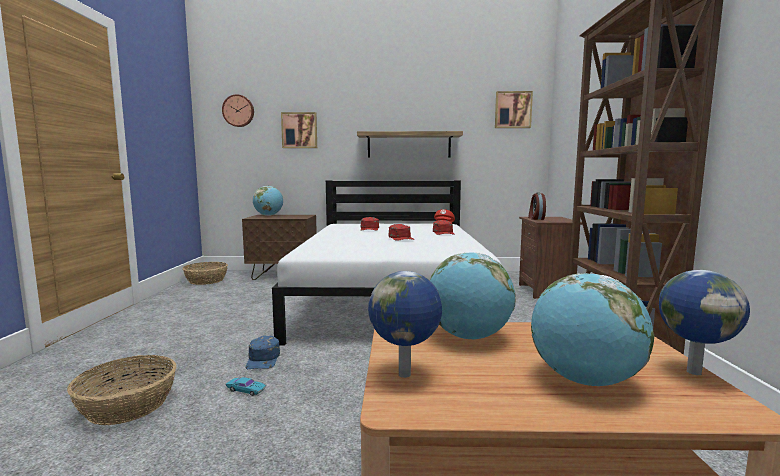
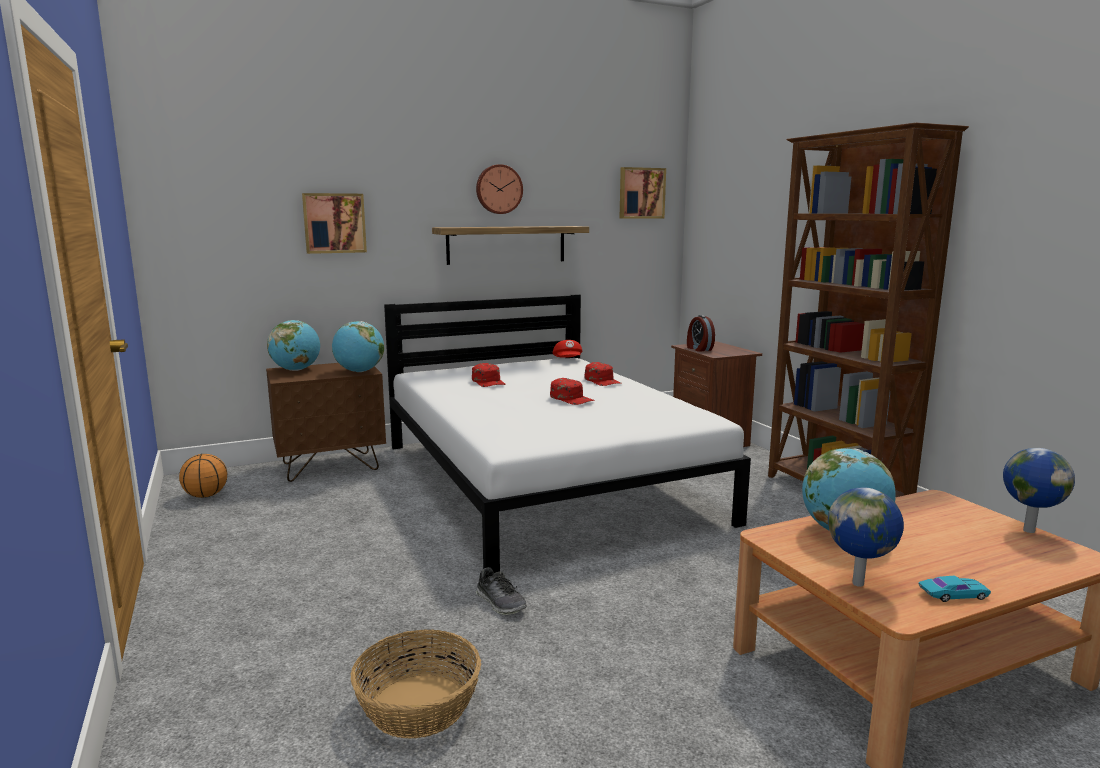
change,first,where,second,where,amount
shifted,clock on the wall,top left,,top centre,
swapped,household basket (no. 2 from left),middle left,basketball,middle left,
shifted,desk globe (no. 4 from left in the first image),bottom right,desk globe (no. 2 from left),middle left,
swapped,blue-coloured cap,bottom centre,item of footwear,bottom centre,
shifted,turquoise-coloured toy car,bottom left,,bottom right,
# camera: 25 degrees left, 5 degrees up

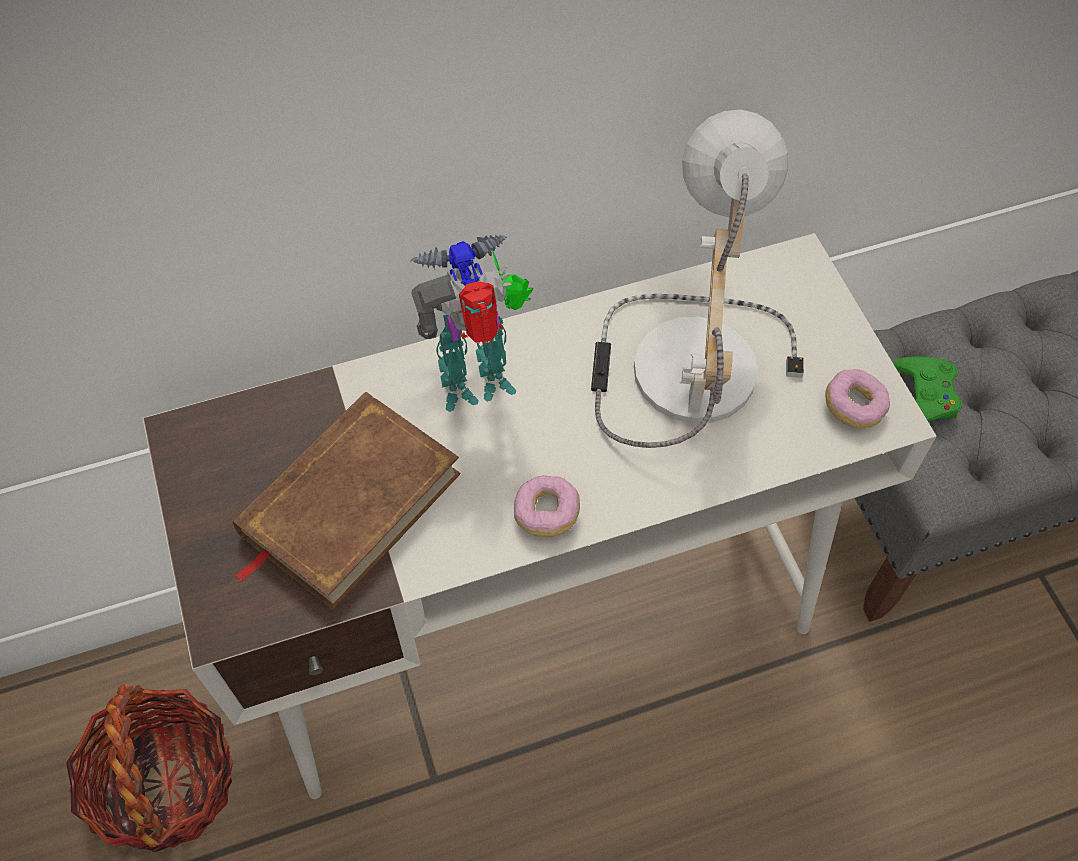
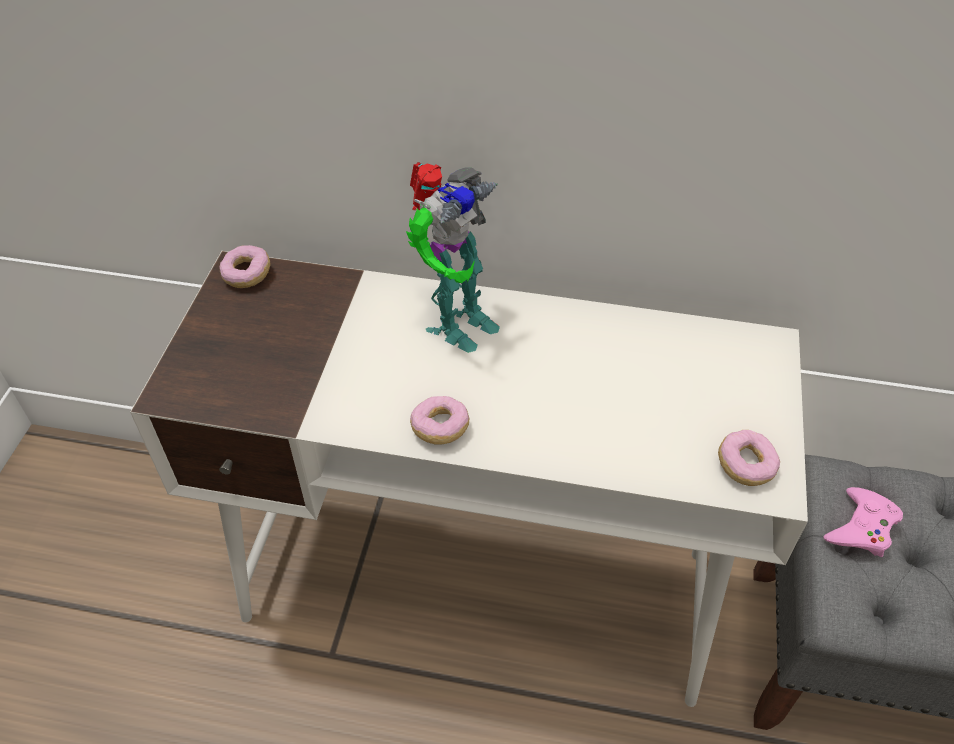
change,first,where,second,where,amount
gone,lamp for a table,top centre,,,
rotated,model robot,centre,,centre,120 degrees clockwise
repainted,green-coloured game controller,middle right,pink-coloured game controller,bottom right,
gone,brownish volume,middle left,,,
gone,household basket,bottom left,,,
new,,,ring doughnut (no. 1 from left),middle left,
# camera: 30 degrees right, 10 degrees down

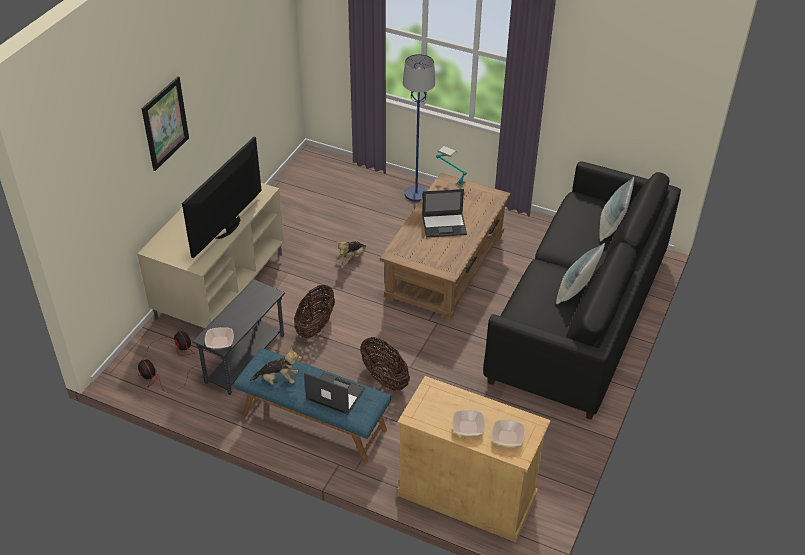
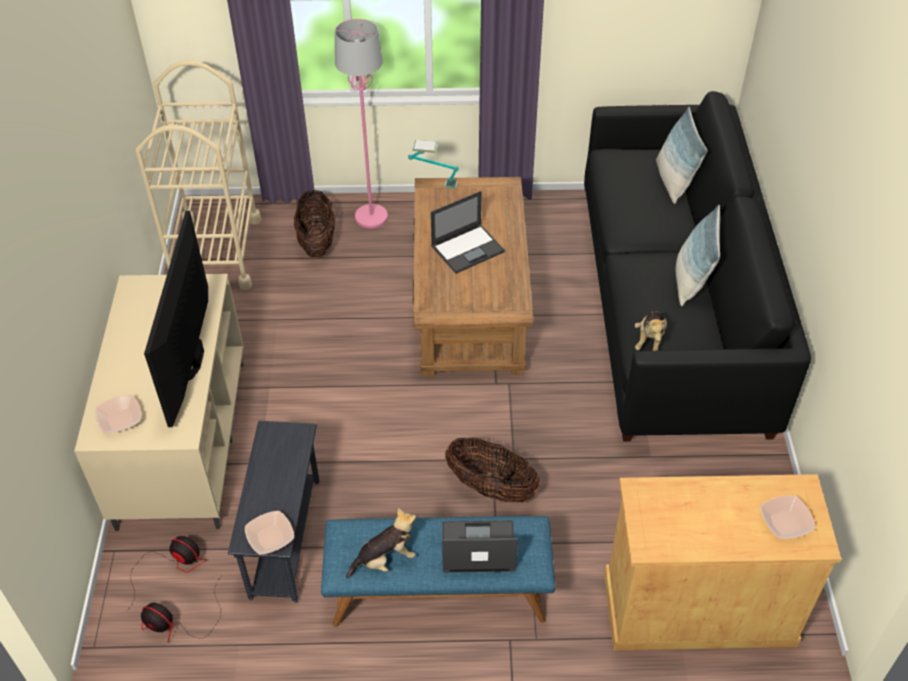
change,first,where,second,where,amount
repainted,blue-coloured floor lamp,top centre,pink-coloured floor lamp,top centre,
gone,wall art,top left,,,
shifted,soft toy (no. 2 from left),centre,,middle right,
shifted,household basket (no. 1 from left),centre,,top centre,
shifted,deep dish (no. 2 from left in the first image),bottom centre,deep dish (no. 1 from left),middle left,
new,,,beige-coloured trolley,top left,
# camera: 25 degrees left, 5 degrees up

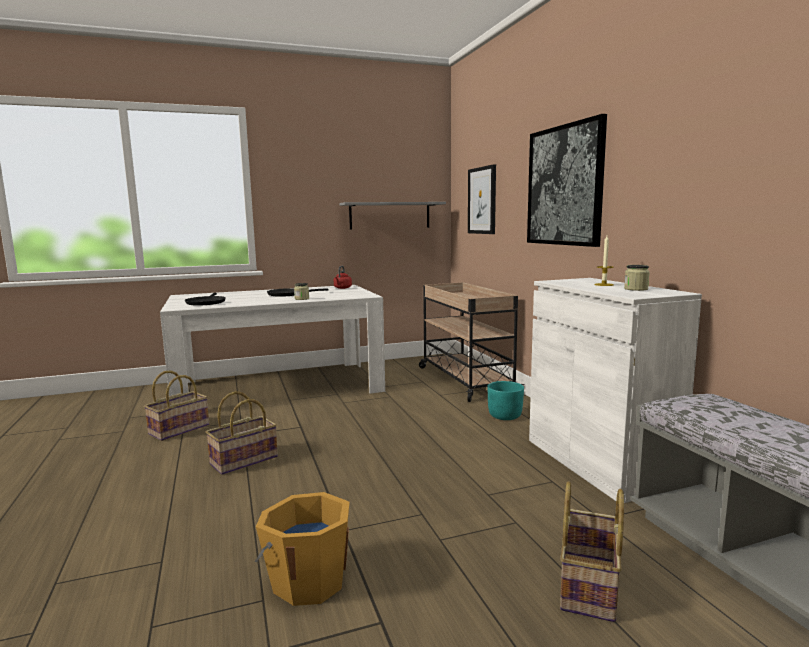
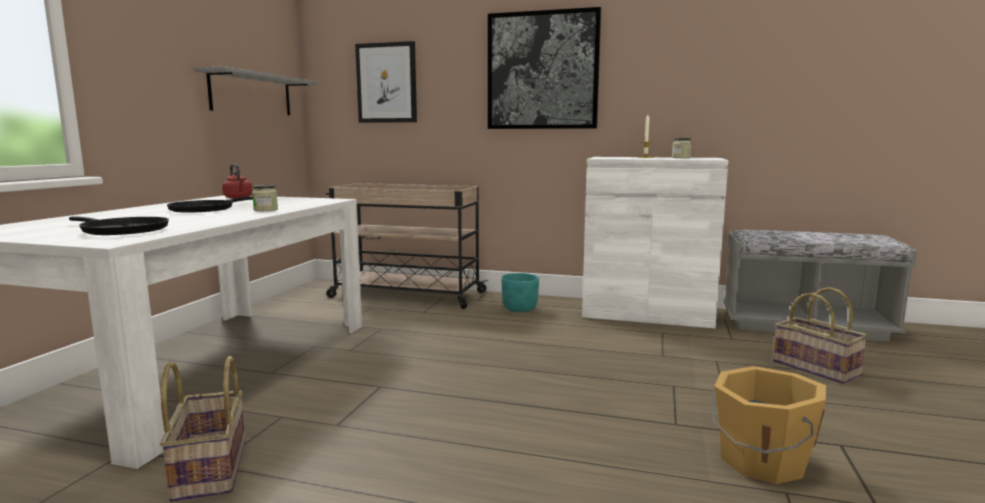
change,first,where,second,where,amount
gone,household basket (no. 2 from left),bottom left,,,
# camera: 55 degrees left, 0 degrees up

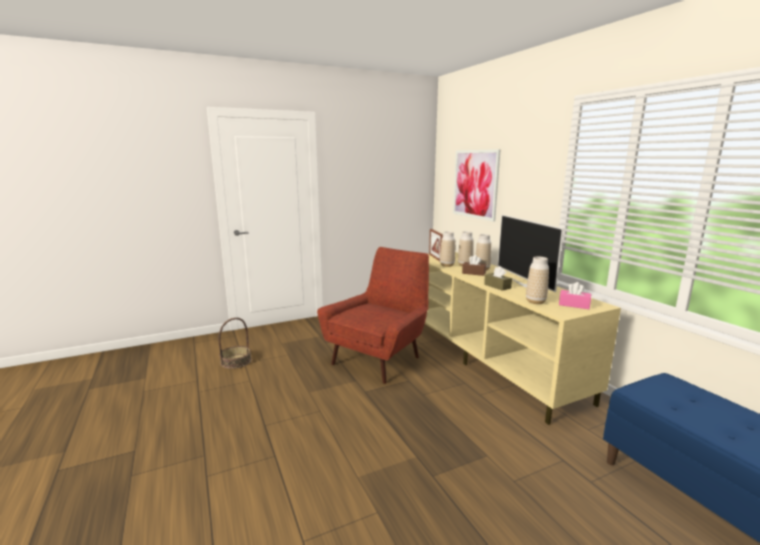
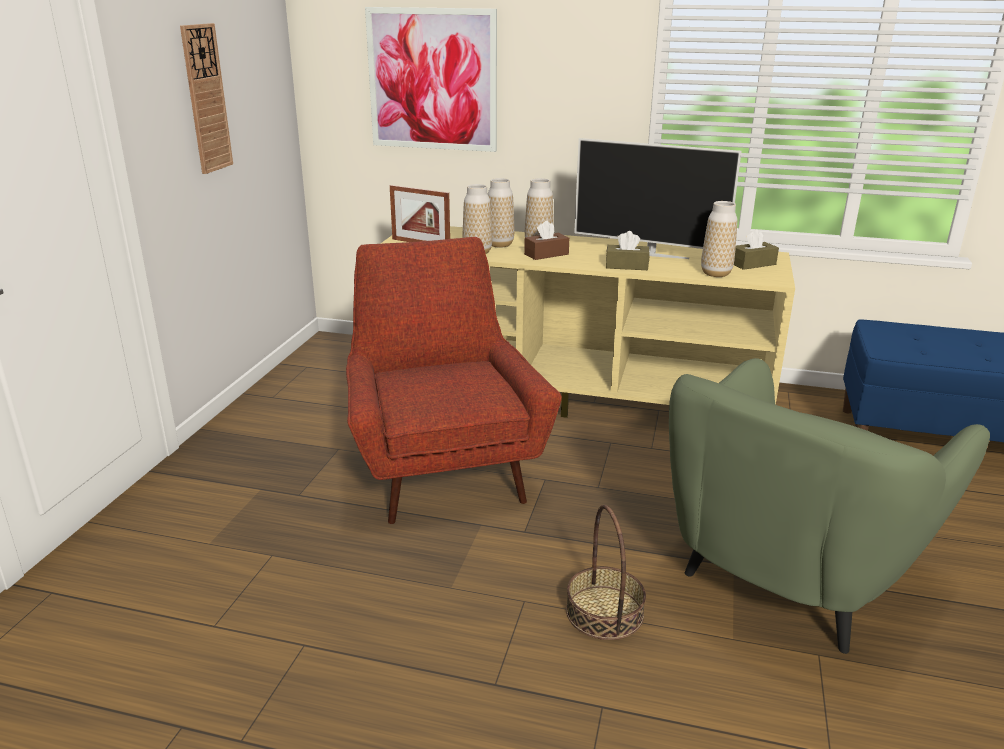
change,first,where,second,where,amount
repainted,pink-coloured tissue holder,middle right,brownish tissue holder (no. 3 from left),top right,
shifted,household basket,middle left,,bottom centre,
new,,,clock on the wall,top left,
new,,,green-coloured lounge chair,bottom right,
# camera: 50 degrees left, 10 degrees up

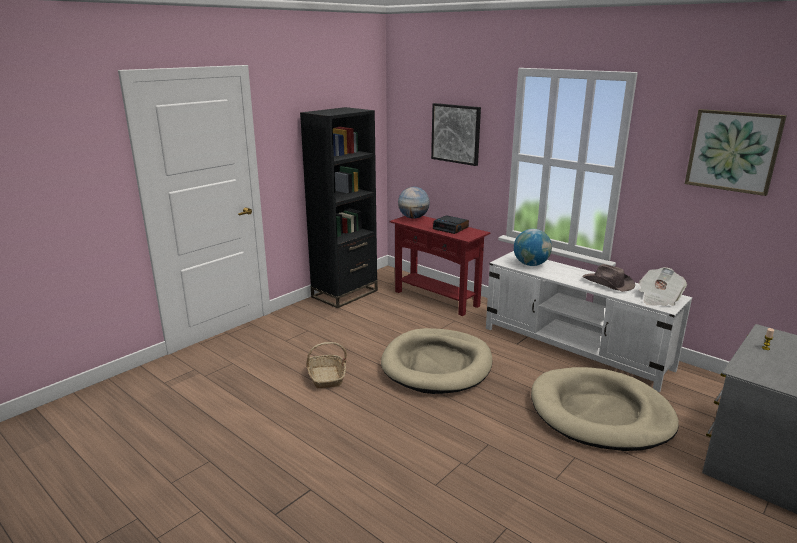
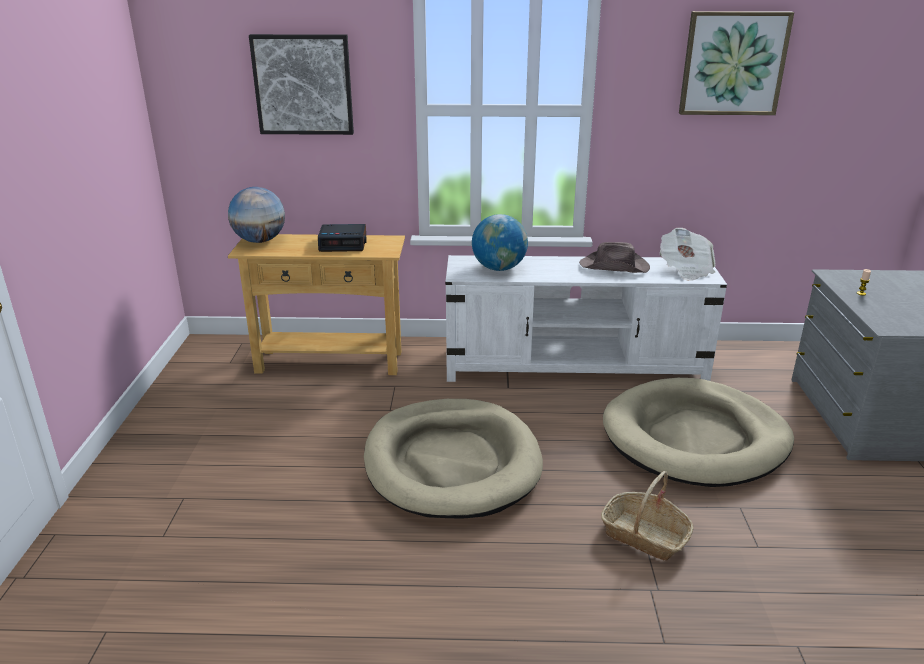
change,first,where,second,where,amount
gone,black-coloured bookshelf,centre,,,
repainted,reddish console table,centre,beige-coloured console table,centre,
shifted,household basket,bottom centre,,bottom right,
# camera: 40 degrees left, 5 degrees up

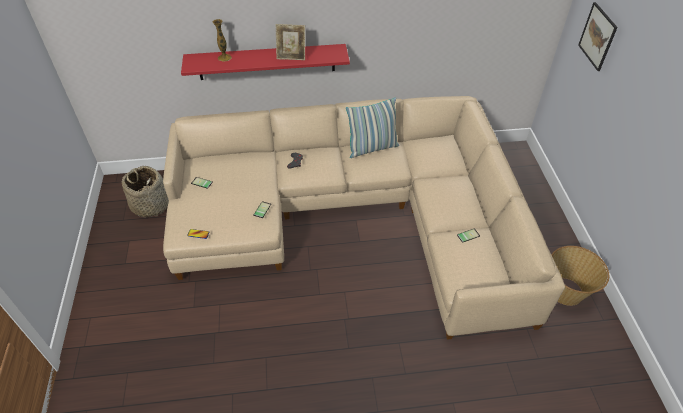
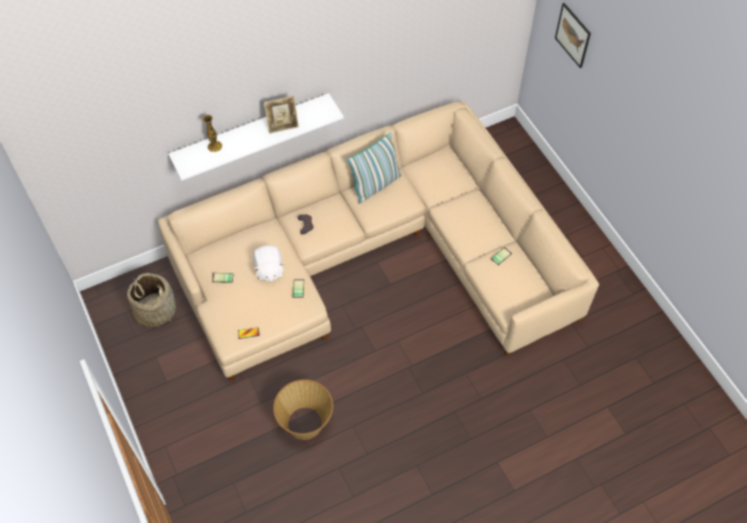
change,first,where,second,where,amount
repainted,reddish bracket shelf,top centre,whitish bracket shelf,top centre,
shifted,household basket (no. 2 from left),bottom right,,bottom centre,
new,,,whitish soft toy,centre,
# camera: 20 degrees left, 10 degrees up

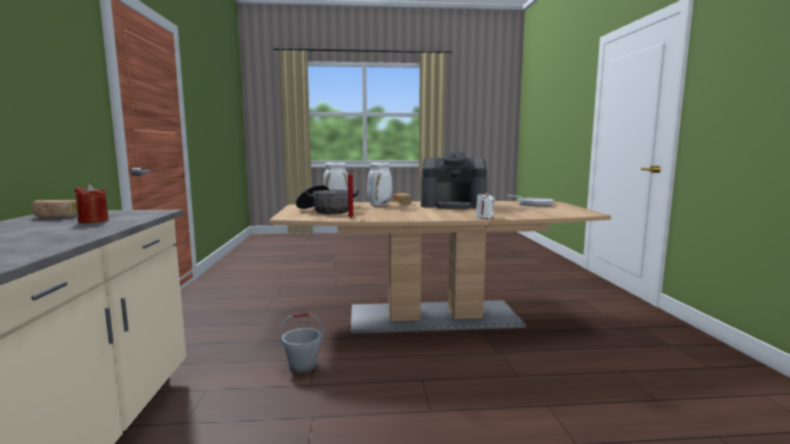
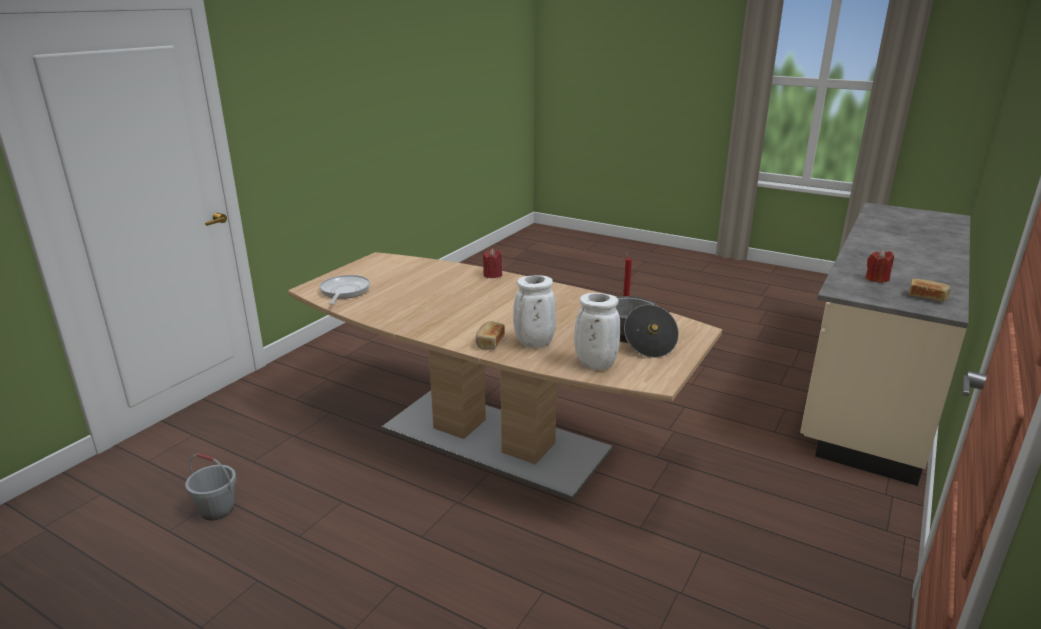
change,first,where,second,where,amount
gone,coffee brewer,centre,,,
repainted,whitish wax light,centre,reddish wax light (no. 1 from left),centre,
shifted,greyish pail,bottom centre,,bottom left,
# camera: 145 degrees left, 15 degrees up

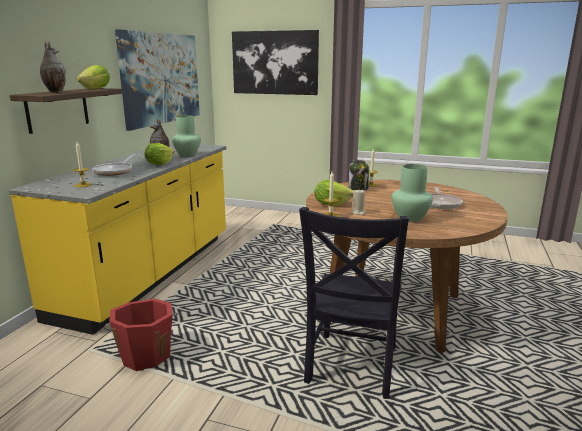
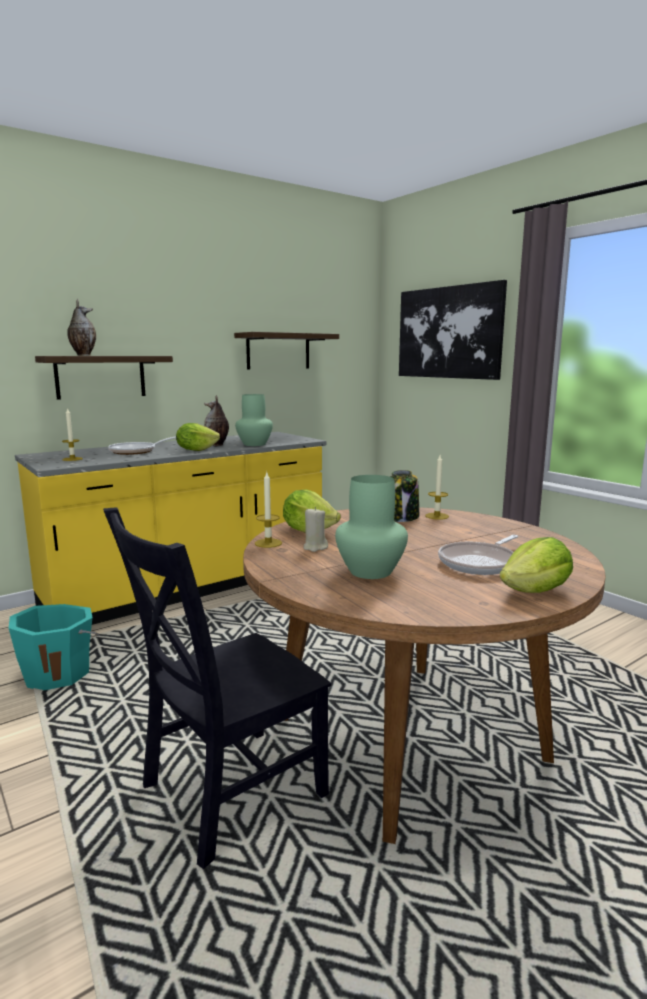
change,first,where,second,where,amount
swapped,wall art (no. 1 from left),top left,bracket shelf (no. 2 from left),centre,
shifted,head of lettuce (no. 1 from left in the first image),top left,head of lettuce (no. 3 from left),middle right,
repainted,reddish pail,bottom left,turquoise-coloured pail,middle left,
# camera: 35 degrees right, 5 degrees down

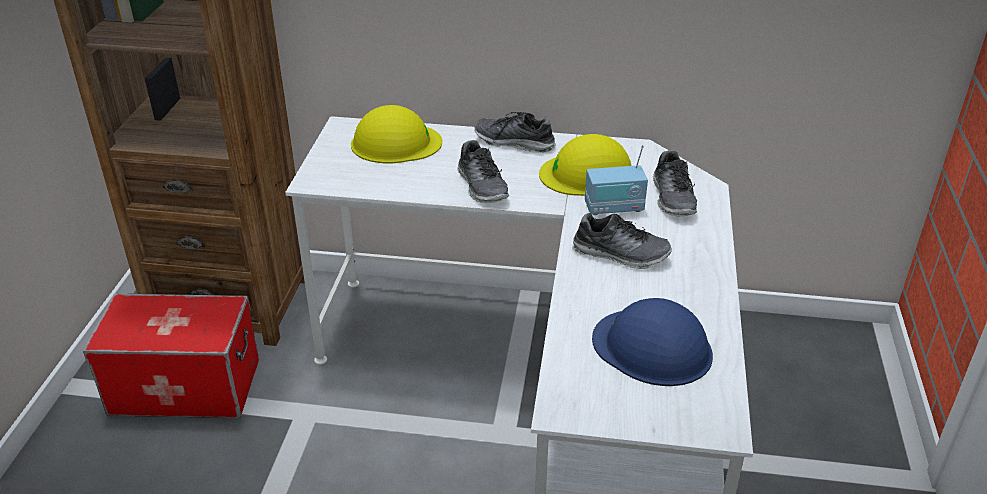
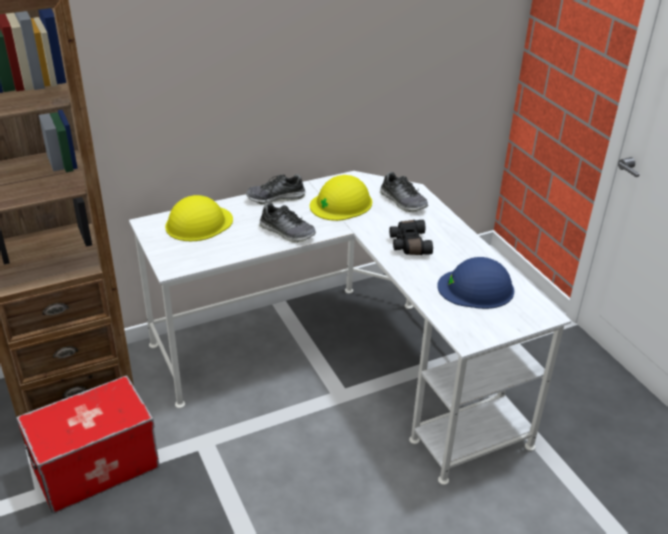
change,first,where,second,where,amount
gone,radio receiver,centre,,,
swapped,item of footwear (no. 3 from left),centre,black-coloured pair of binoculars,centre,
# camera: 35 degrees left, 0 degrees up

